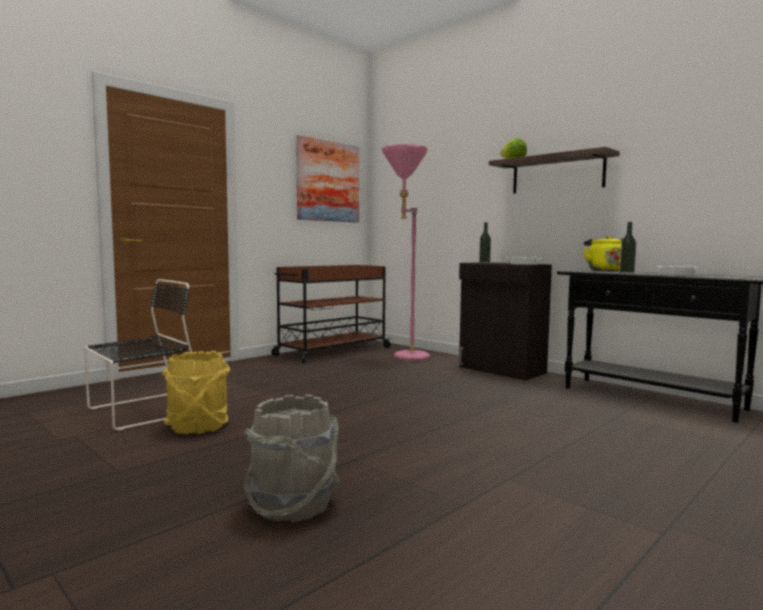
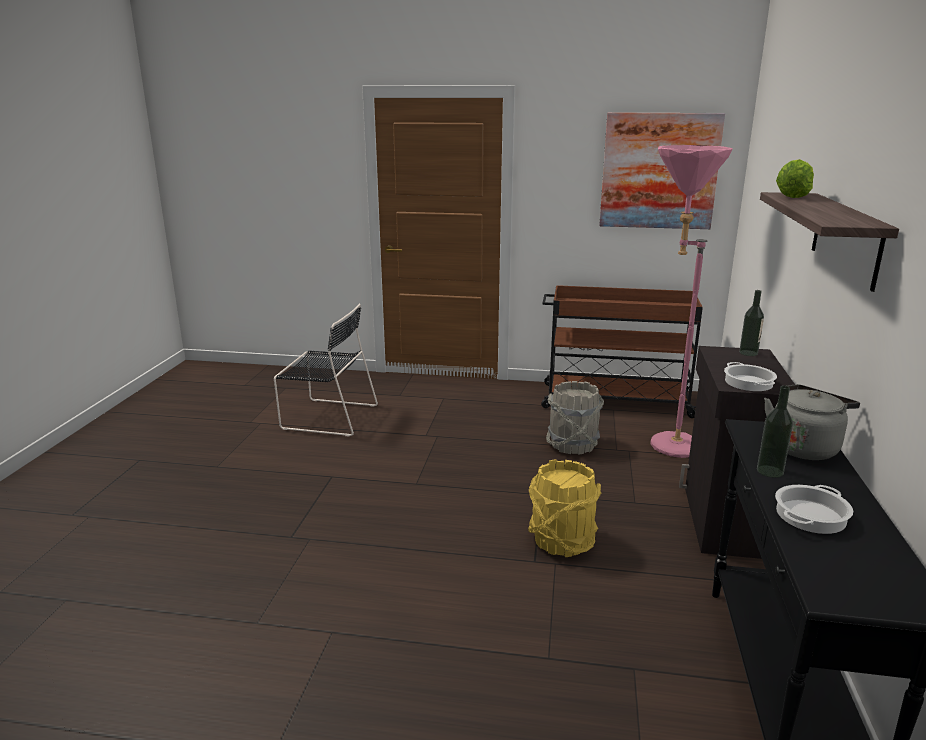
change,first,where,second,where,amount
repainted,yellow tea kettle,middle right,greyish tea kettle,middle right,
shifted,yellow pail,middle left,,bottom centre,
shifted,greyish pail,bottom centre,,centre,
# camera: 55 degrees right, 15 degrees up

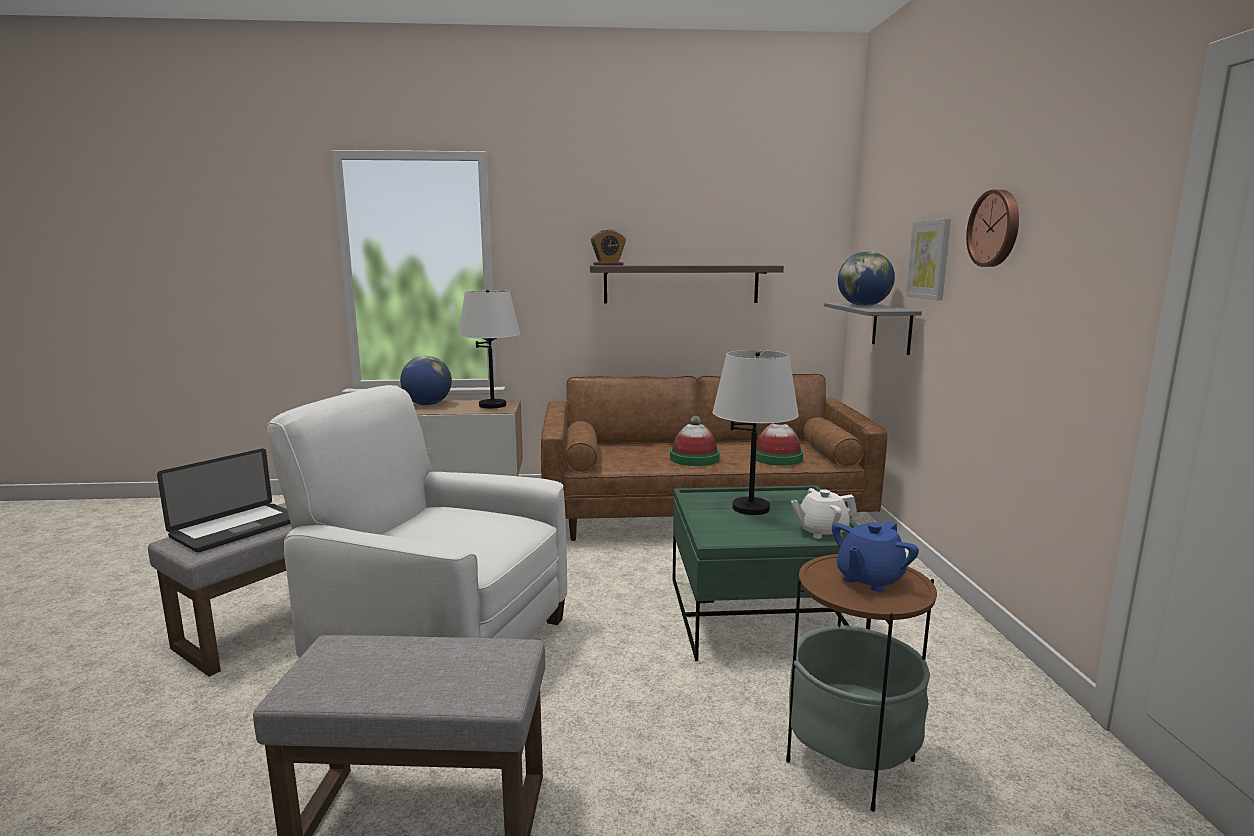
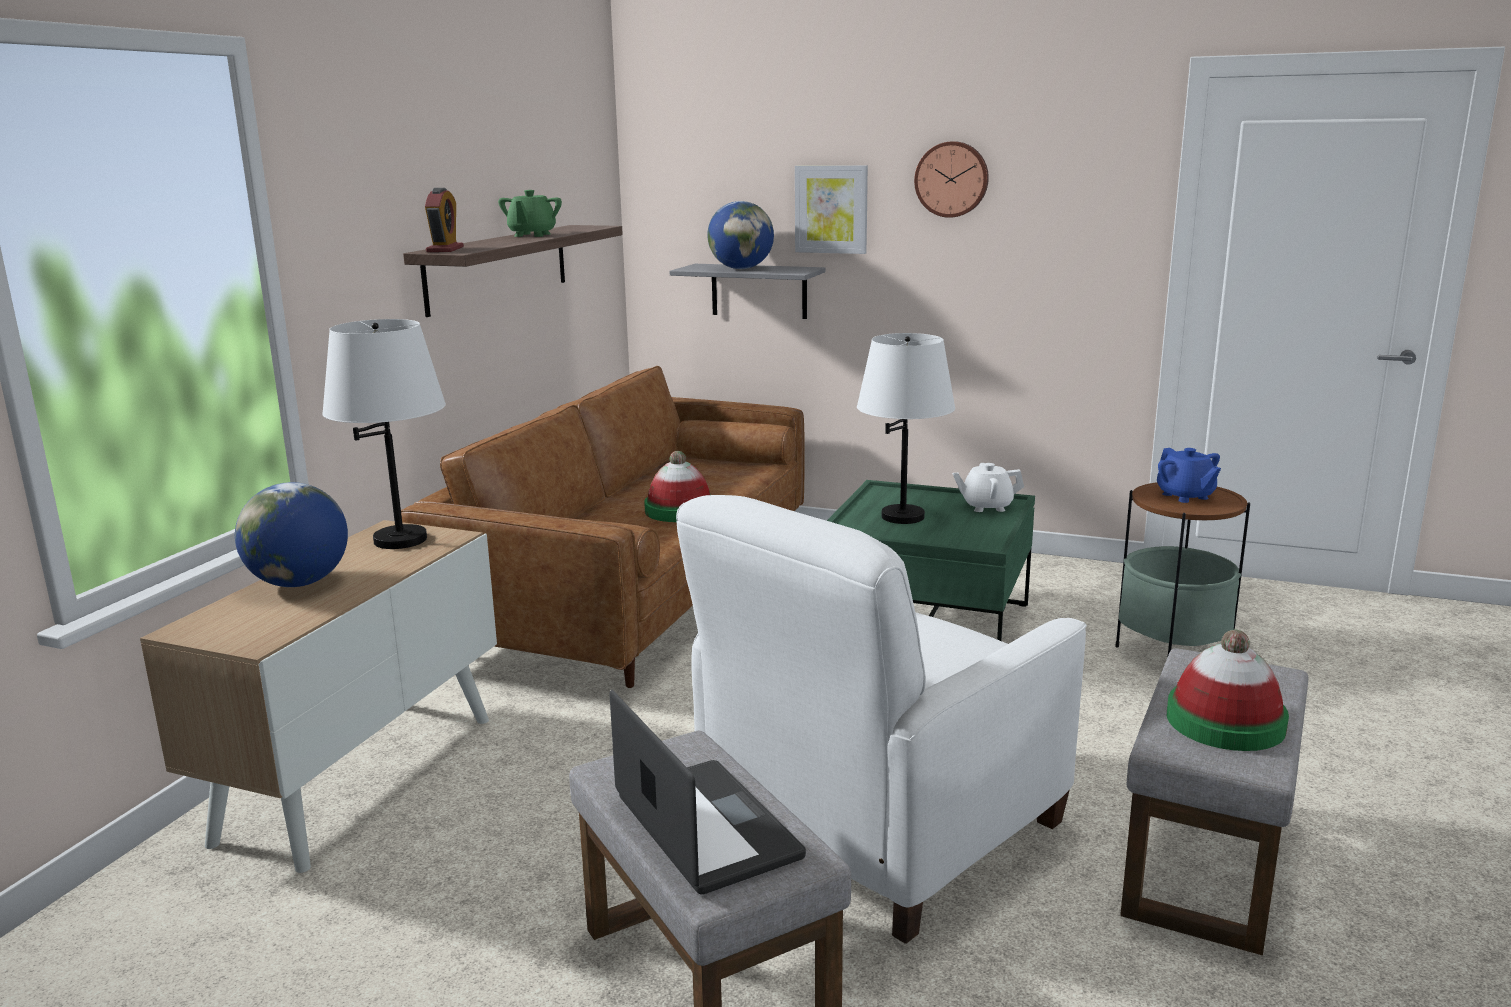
change,first,where,second,where,amount
shifted,hat (no. 2 from left),centre,,bottom right,
rotated,whitish pot for tea,centre,,centre,75 degrees clockwise
new,,,green-coloured pot for tea,top centre,
# camera: 65 degrees left, 5 degrees up

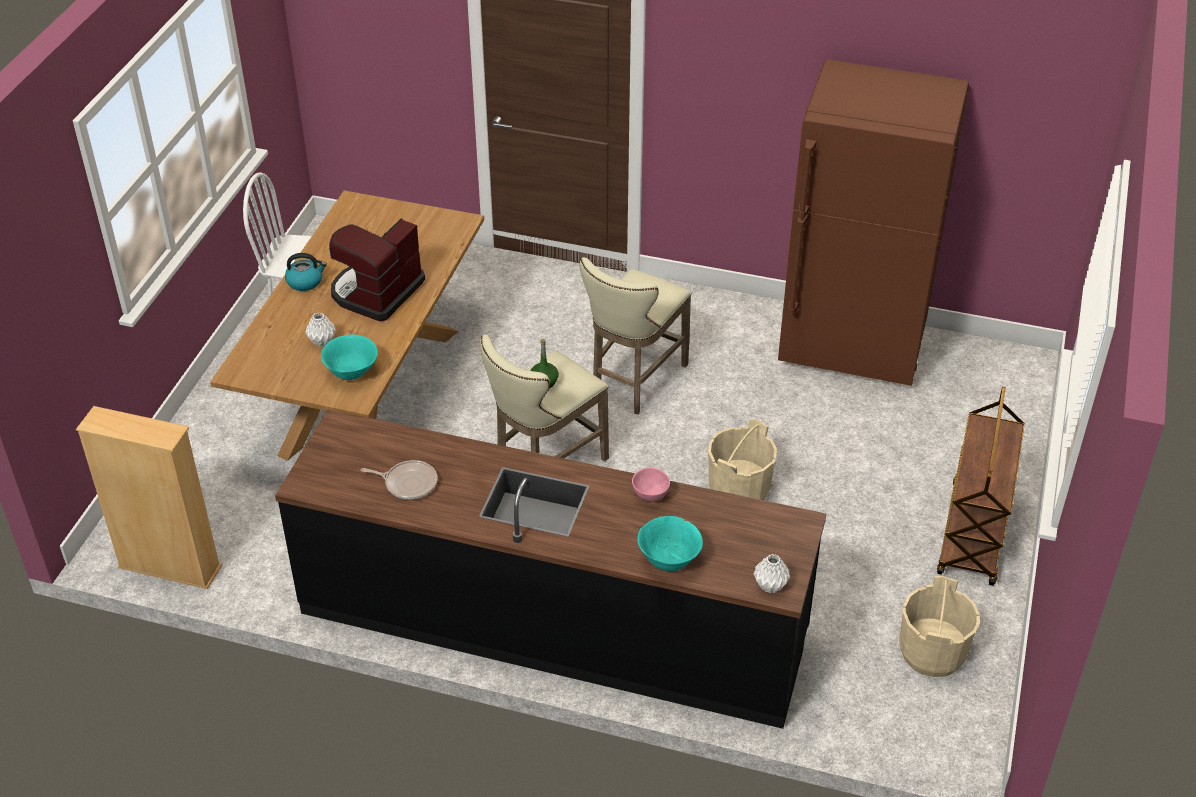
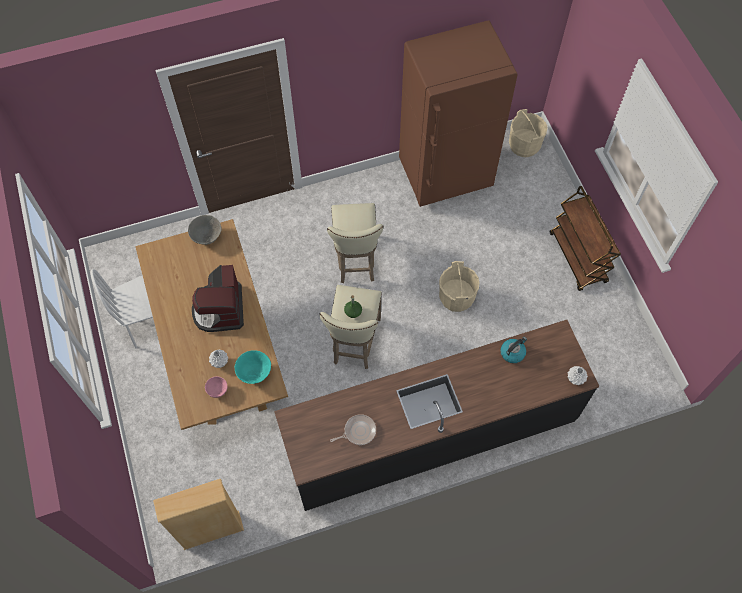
change,first,where,second,where,amount
shifted,tea kettle,middle left,,middle right,
shifted,pink-coloured deep dish,centre,,middle left,
gone,turquoise-coloured deep dish (no. 2 from left),bottom centre,,,
shifted,beige-coloured pail (no. 2 from left),bottom right,,top right,
new,,,greyish deep dish,middle left,
# camera: 35 degrees left, 20 degrees up

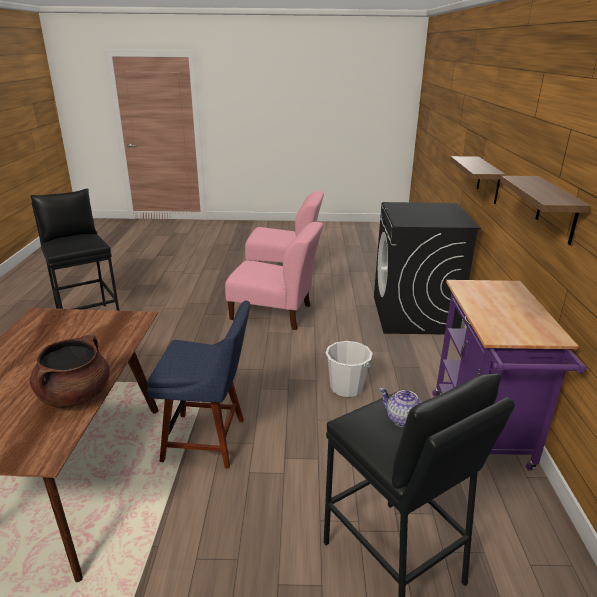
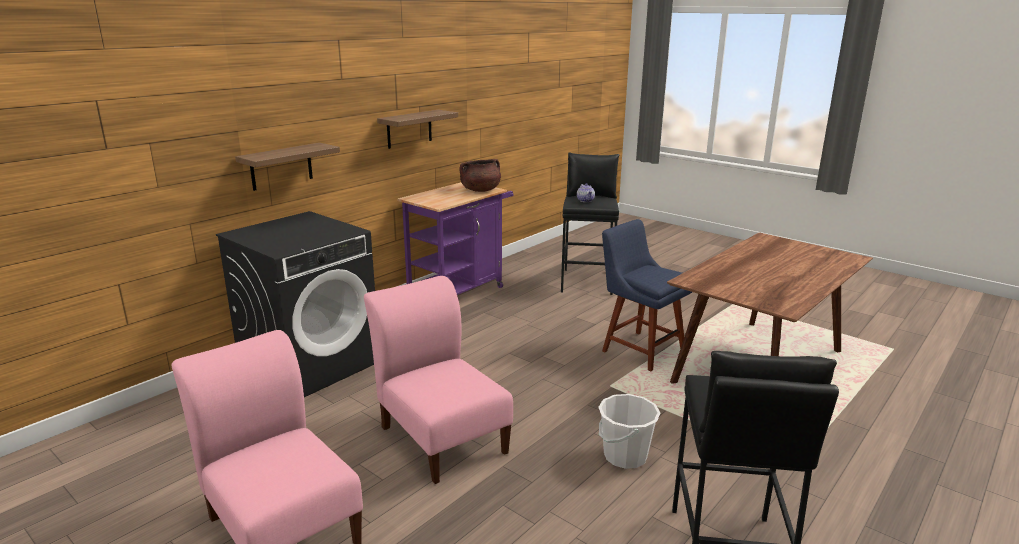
change,first,where,second,where,amount
shifted,brownish stockpot,middle left,,top centre,
shifted,whitish pail,centre,,bottom centre,
# camera: 140 degrees left, 5 degrees down

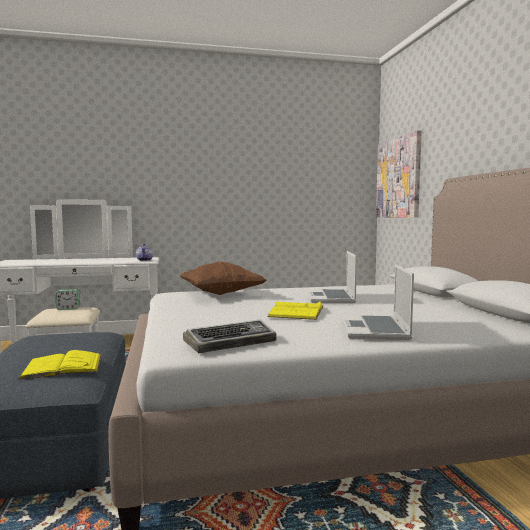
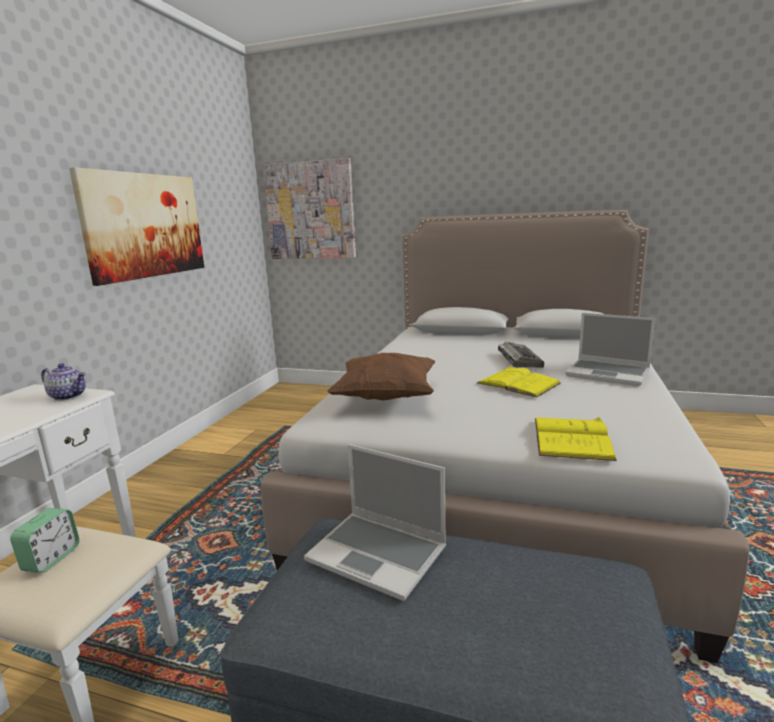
change,first,where,second,where,amount
shifted,laptop (no. 1 from left),centre,,bottom centre,
shifted,computer keyboard,centre,,middle right,
shifted,yellow volume (no. 1 from left in the first image),bottom left,yellow volume (no. 2 from left),middle right,
new,,,wall art (no. 1 from left),top left,
# camera: 60 degrees left, 10 degrees up

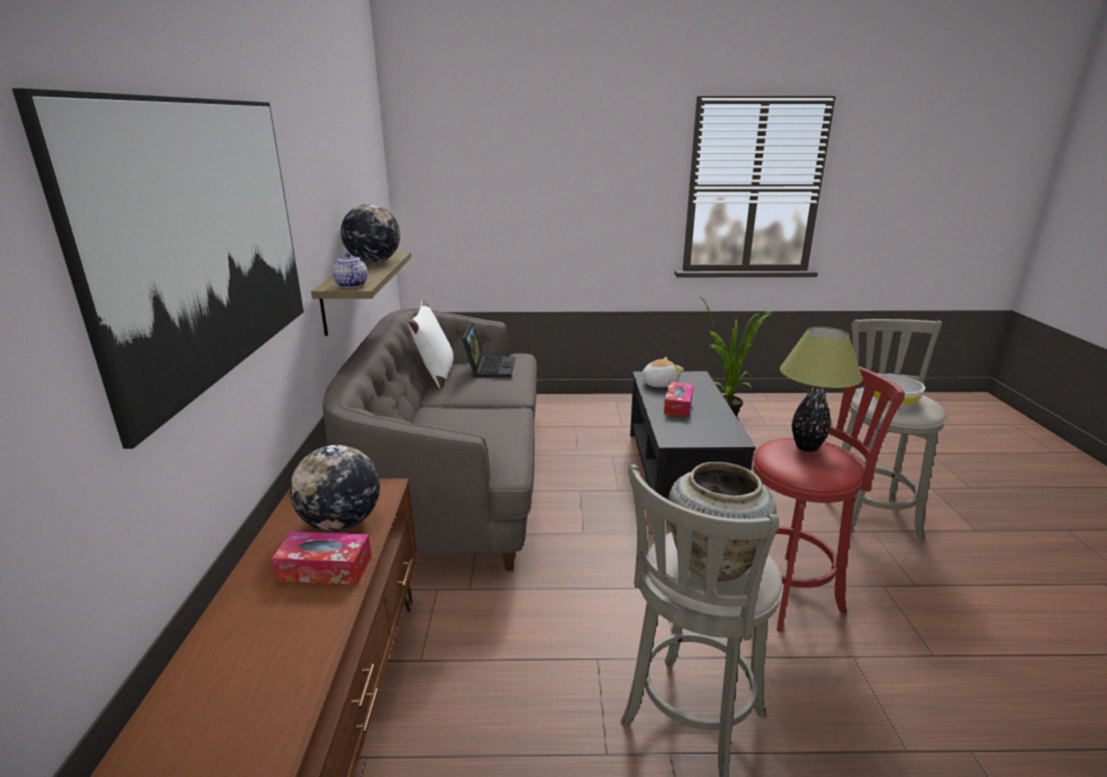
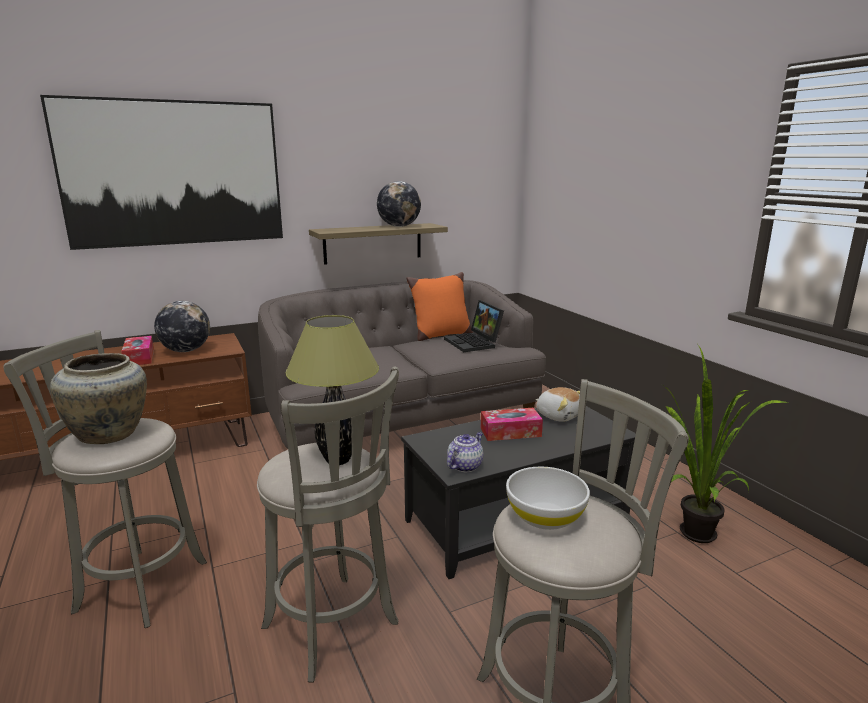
change,first,where,second,where,amount
shifted,pot for tea,middle left,,centre,
repainted,whitish pillow,centre,orange pillow,centre,
rotated,laptop,centre,,centre,90 degrees clockwise
repainted,reddish stool seat,middle right,greyish stool seat (no. 2 from left),bottom centre,
# camera: 65 degrees right, 5 degrees down

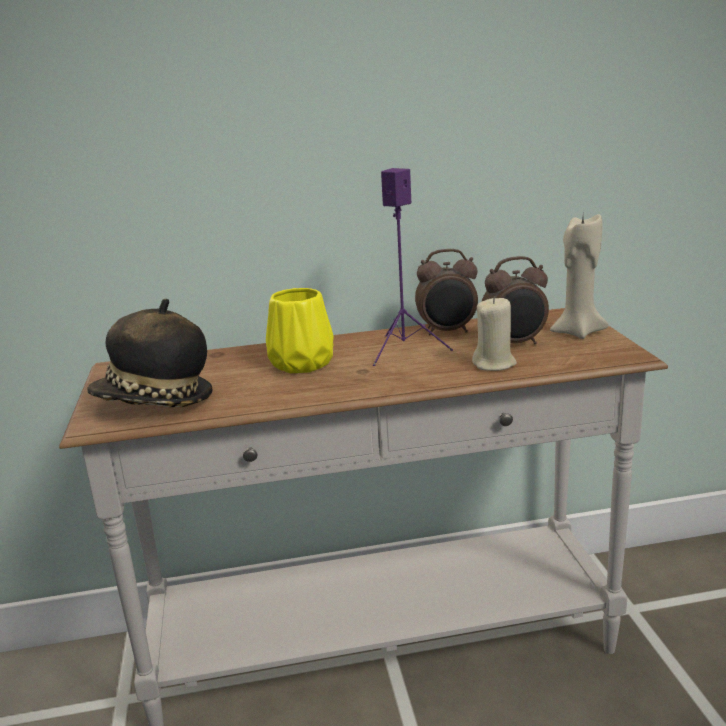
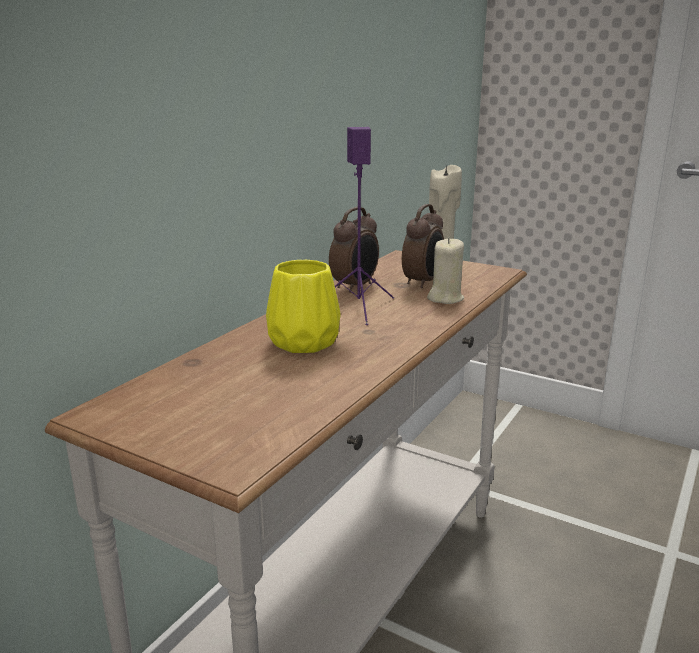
change,first,where,second,where,amount
gone,hat,middle left,,,
# camera: 50 degrees left, 0 degrees up

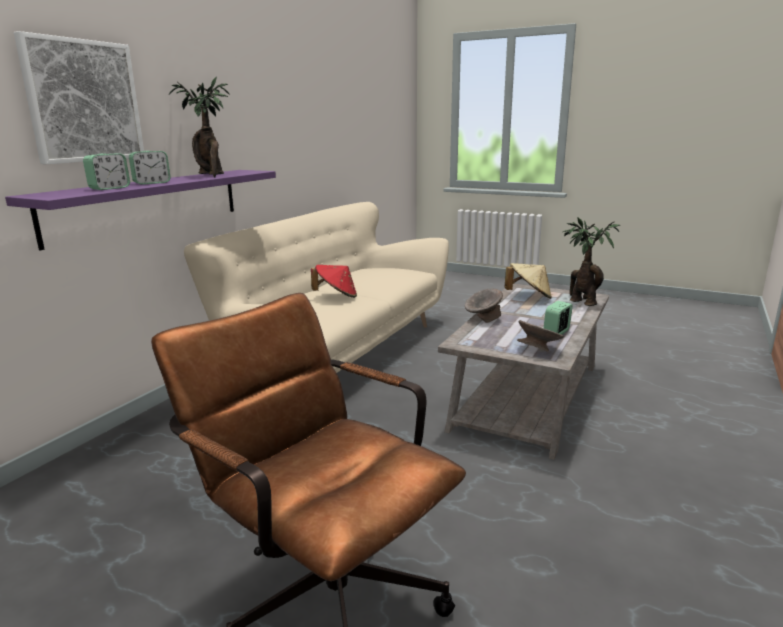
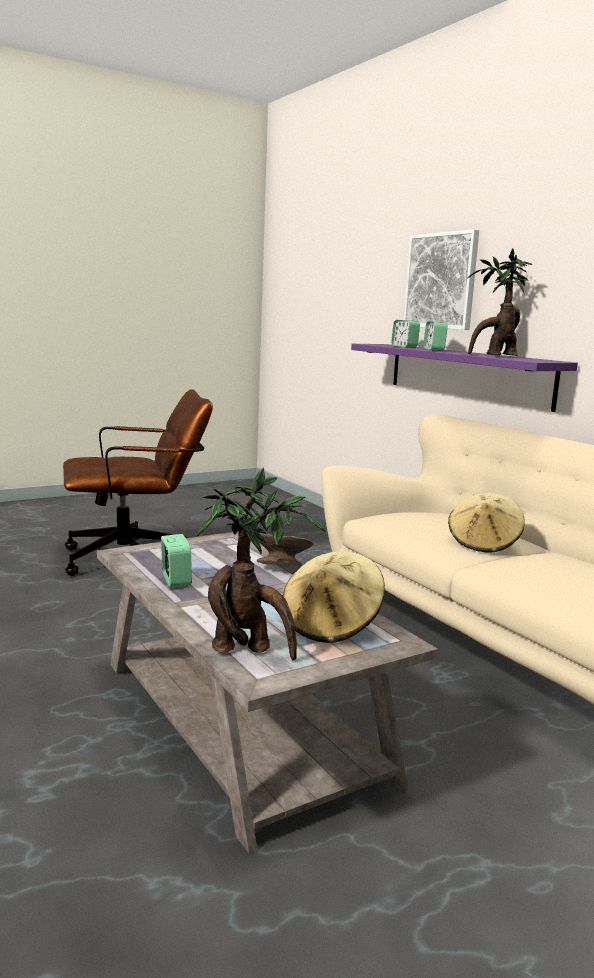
change,first,where,second,where,amount
repainted,reddish hat,centre,beige-coloured hat (no. 2 from left),middle right,
gone,greyish deep dish (no. 2 from left),middle right,,,
# camera: 120 degrees right, 5 degrees down

